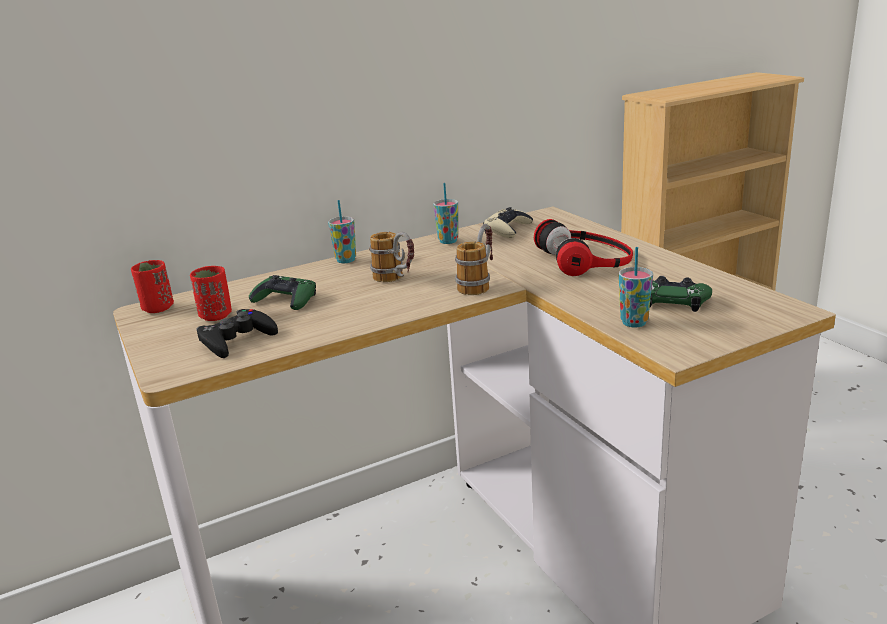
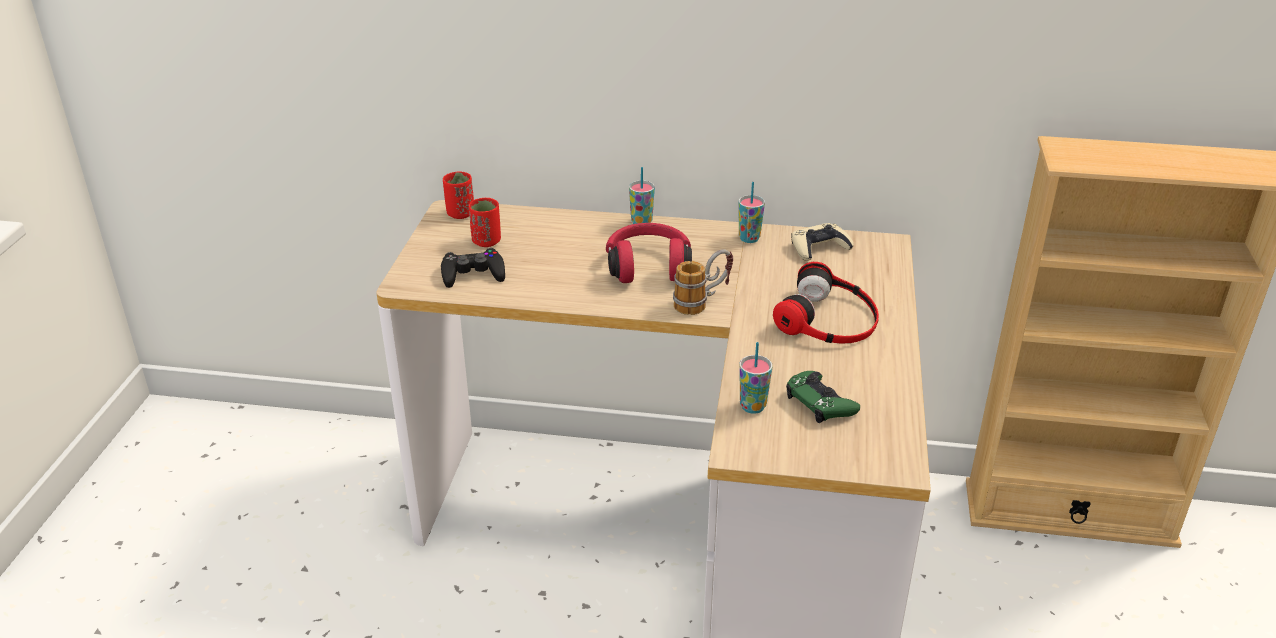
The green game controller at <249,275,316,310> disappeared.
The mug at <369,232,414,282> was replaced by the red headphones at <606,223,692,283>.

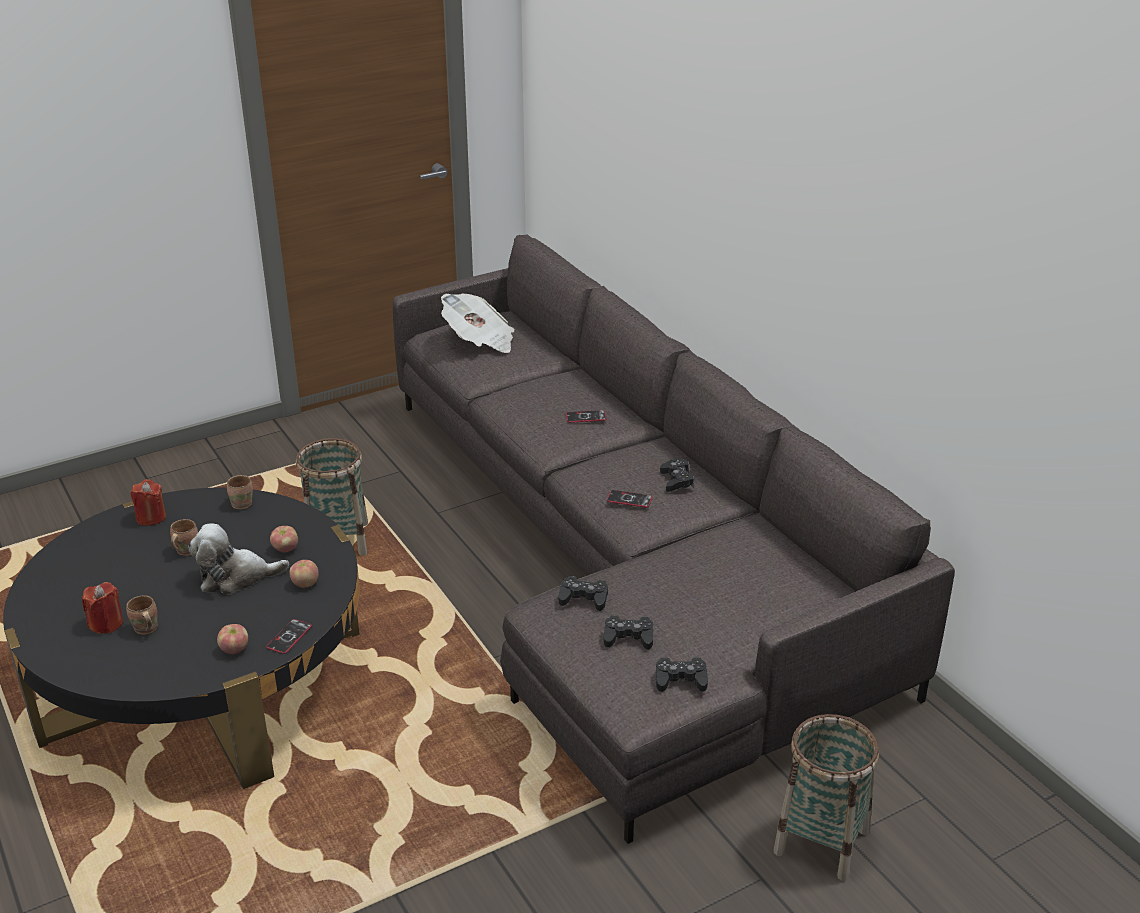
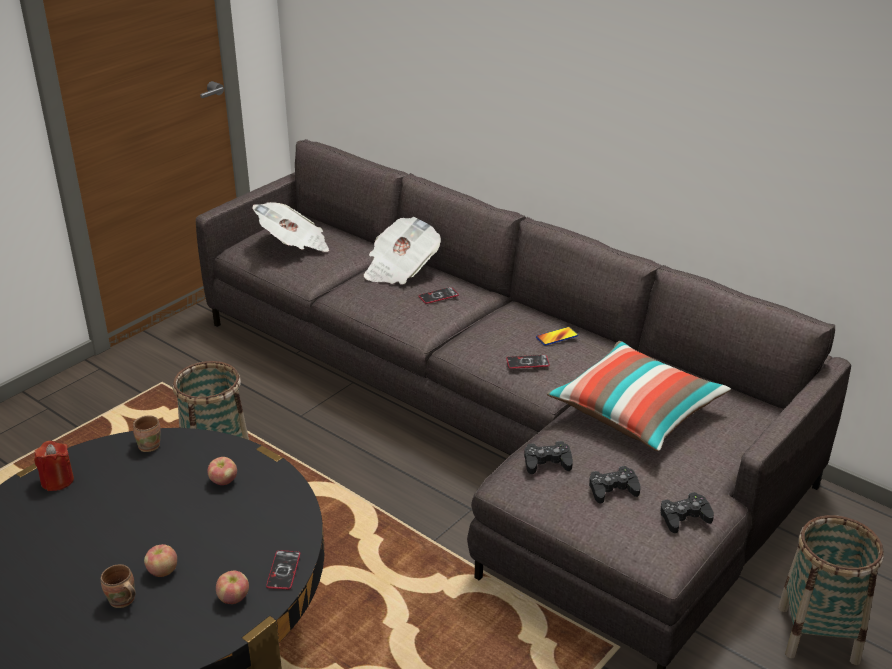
The red candle at <82,582,123,634> disappeared.
The brown mug at <170,519,198,556> disappeared.
The plush toy at <188,523,289,595> disappeared.
The apple moved from <289,560,319,588> to <144,544,177,577>.
The black game controller at <660,458,694,492> was replaced by the phone at <536,327,578,346>.
The newspaper at <364,217,441,284> appeared.
The pillow at <547,341,731,451> appeared.

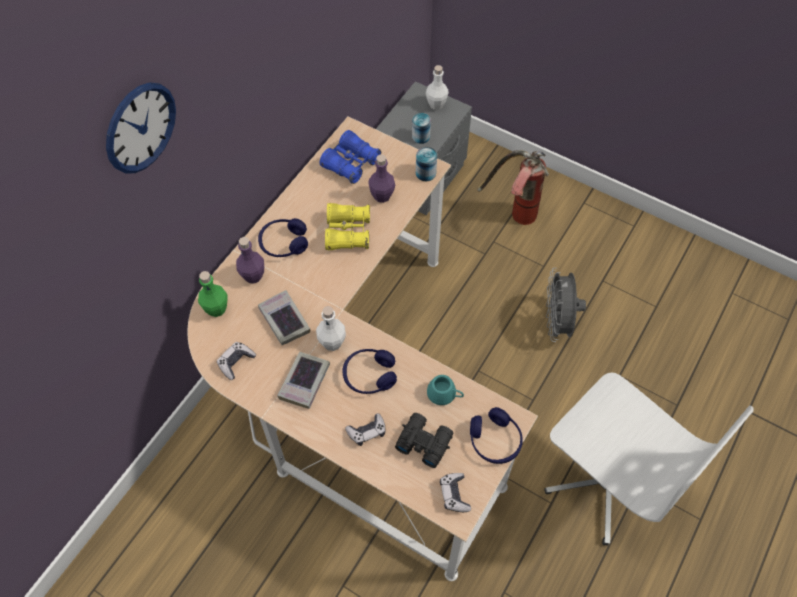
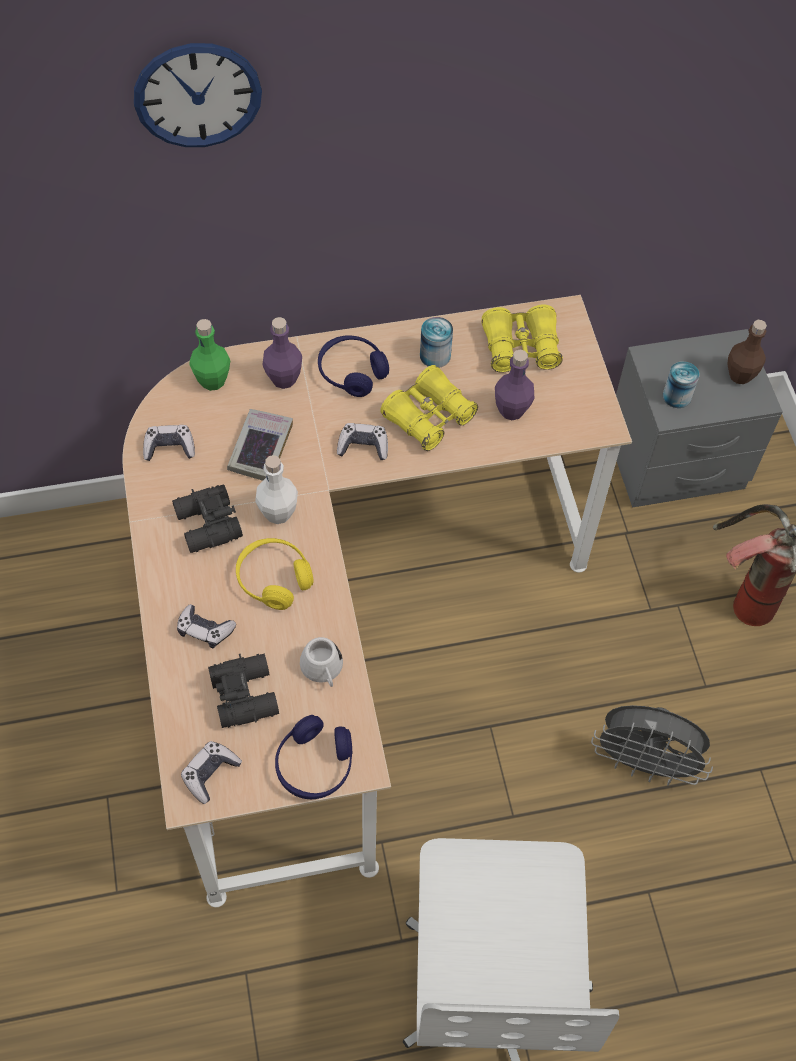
The book at <277,352,330,409> was replaced by the black binoculars at <172,484,243,553>.
The blue binoculars at <320,130,381,184> became the yellow binoculars at <481,305,563,373>.
The blue headphones at <343,349,397,394> became the yellow headphones at <236,538,314,610>.
The can moved from <416,147,437,181> to <420,317,453,368>.
The white bottle at <426,65,449,110> became the brown bottle at <728,320,767,384>.
The turquoise mug at <427,375,464,405> became the white mug at <300,637,343,687>.
The grey fan at <546,268,586,342> turned 120 degrees counterclockwise.
The game controller at <337,423,388,460> appeared.

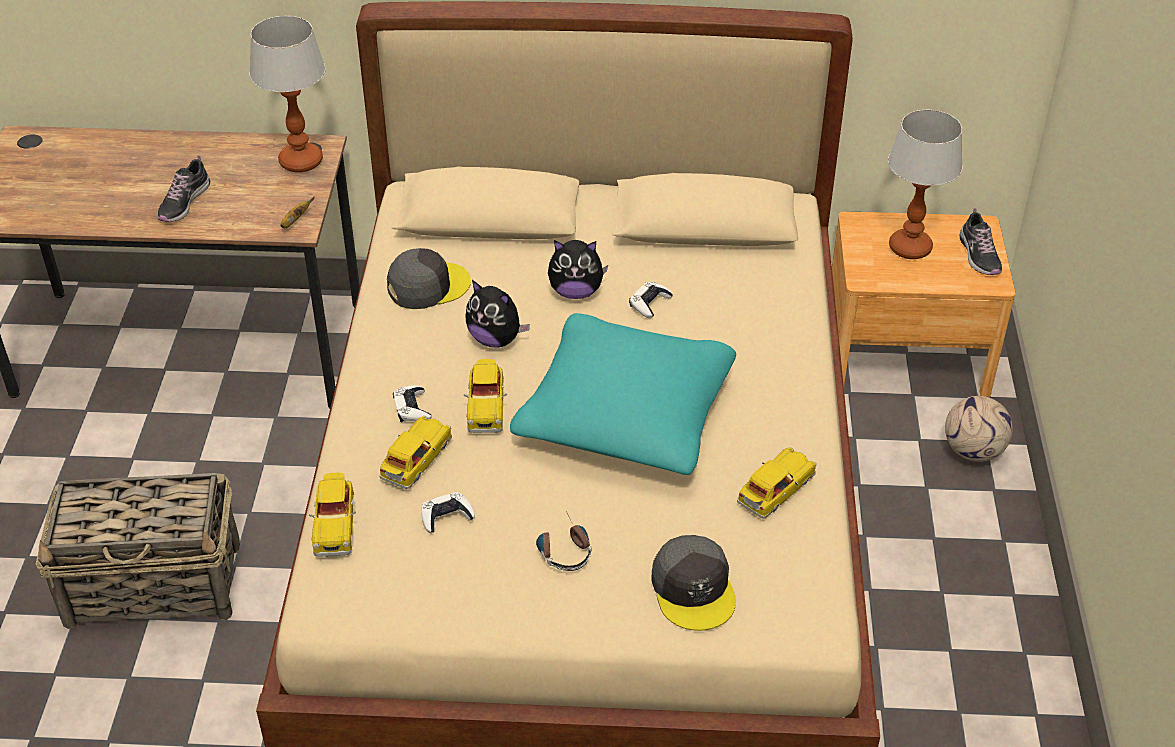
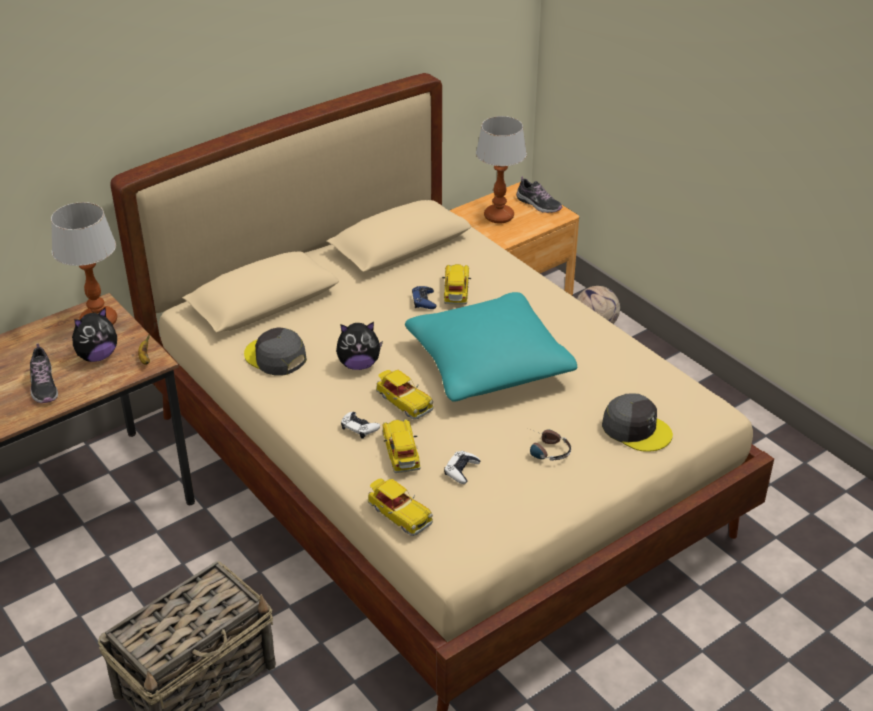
The grey cap at <387,248,471,309> turned 75 degrees counterclockwise.
The plush toy moved from <548,240,608,299> to <72,308,117,362>.
The white game controller at <629,282,673,318> became the blue game controller at <412,286,437,309>.
The toy car moved from <737,447,816,519> to <442,264,471,305>.

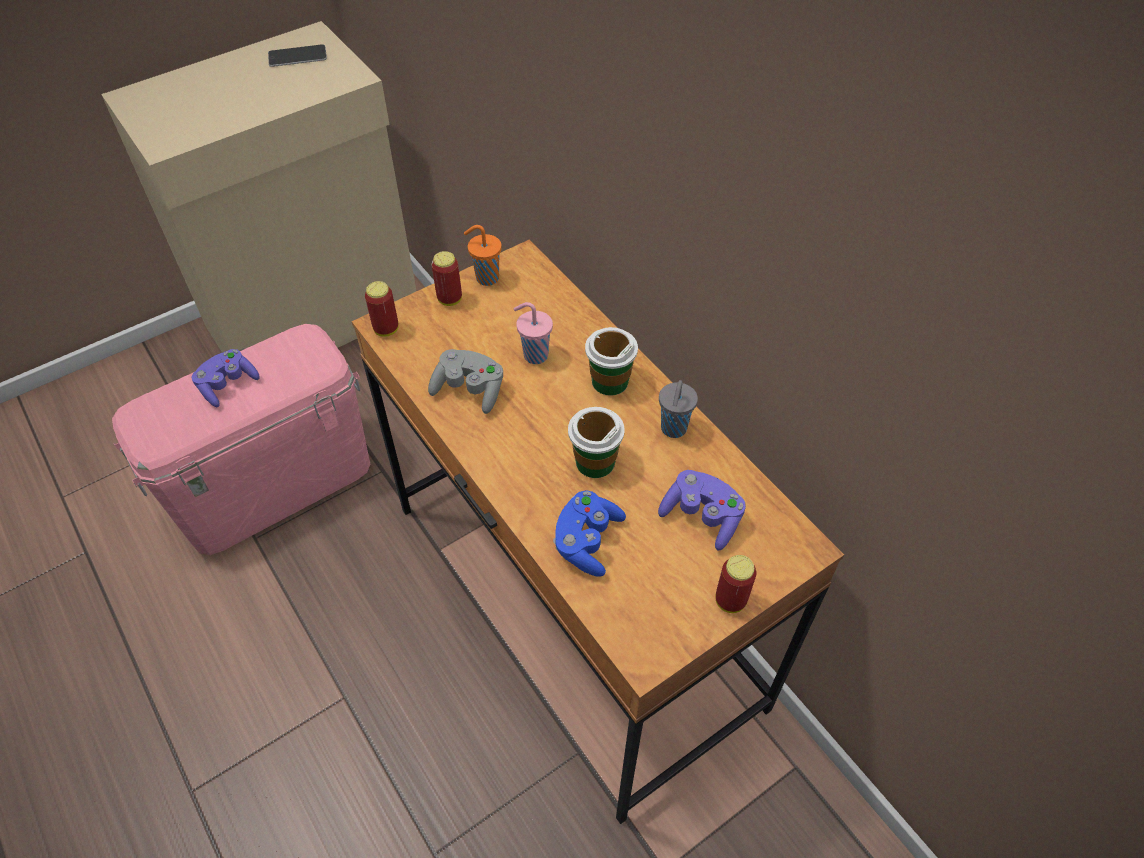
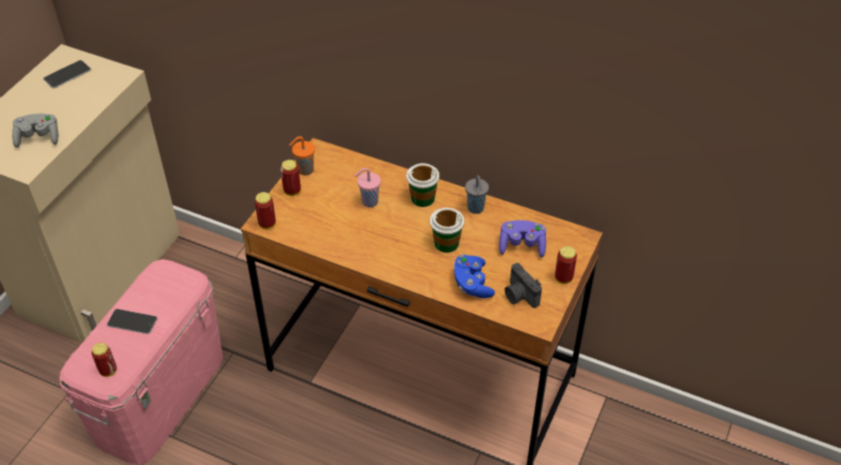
The purple game controller at <192,349,260,407> was replaced by the phone at <107,309,157,334>.
The grey game controller moved from <428,349,503,414> to <12,114,58,148>.
The can at <92,343,117,377> appeared.
The photo camera at <505,263,542,308> appeared.

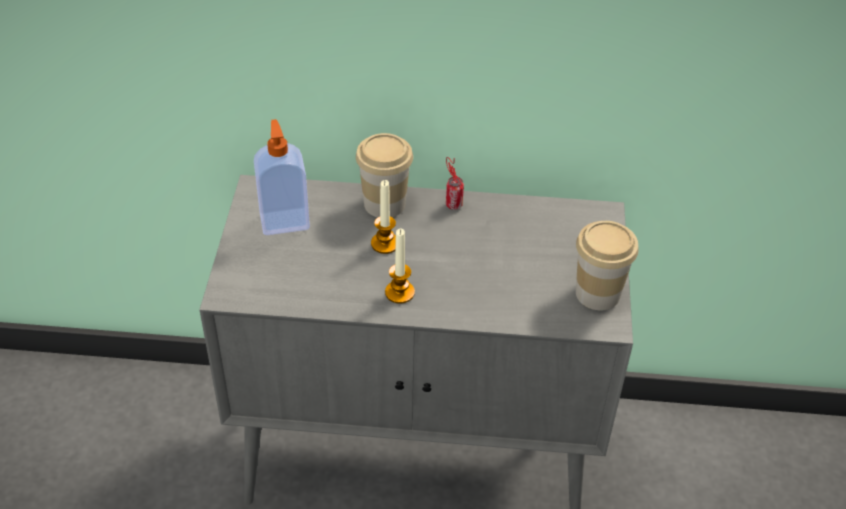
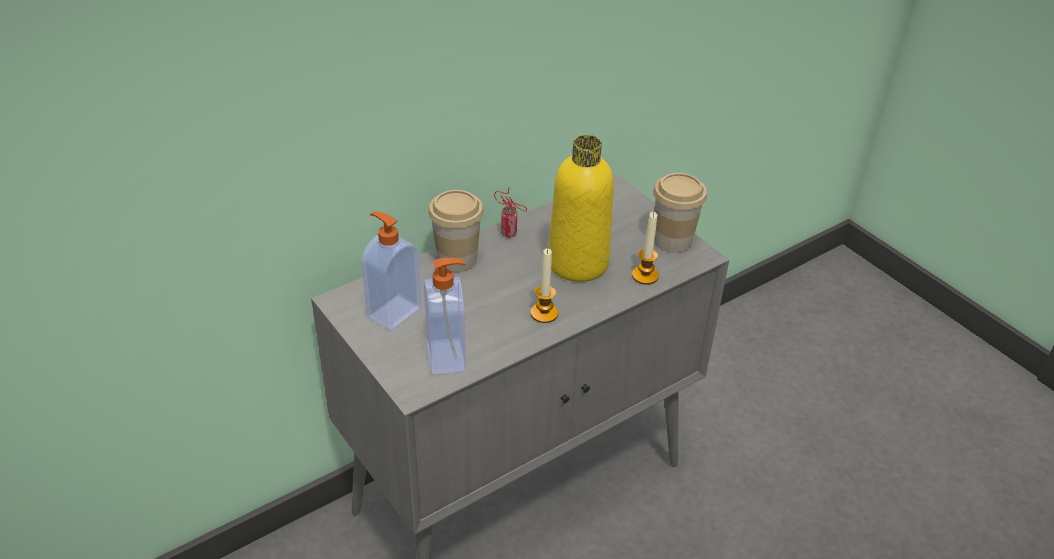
The candle moved from <371,180,396,254> to <632,212,659,285>.
The soap dispenser at <424,258,466,375> appeared.
The yellow bottle at <548,135,614,282> appeared.

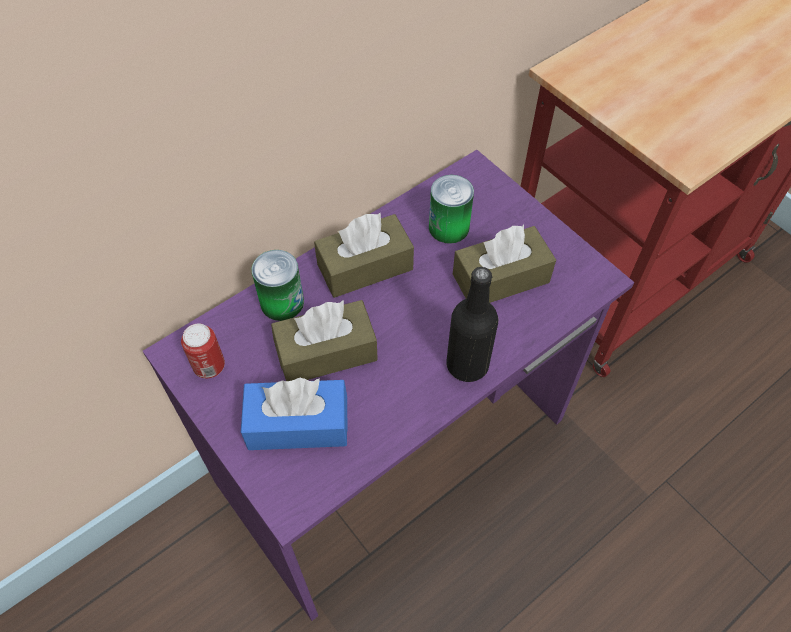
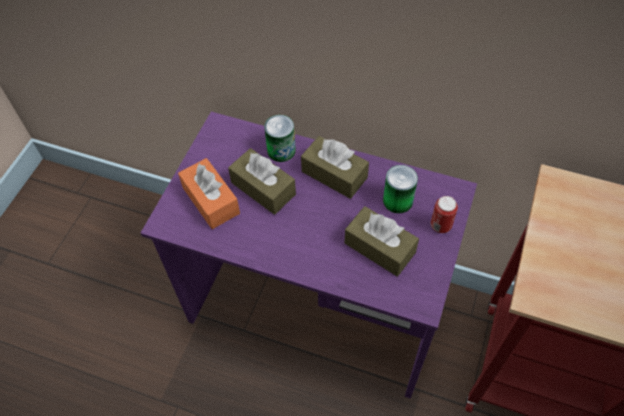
The can moved from <181,324,225,378> to <431,196,458,233>.
The blue tissue box at <241,378,348,450> became the orange tissue box at <178,158,240,229>.
The black bottle at <446,267,498,382> disappeared.

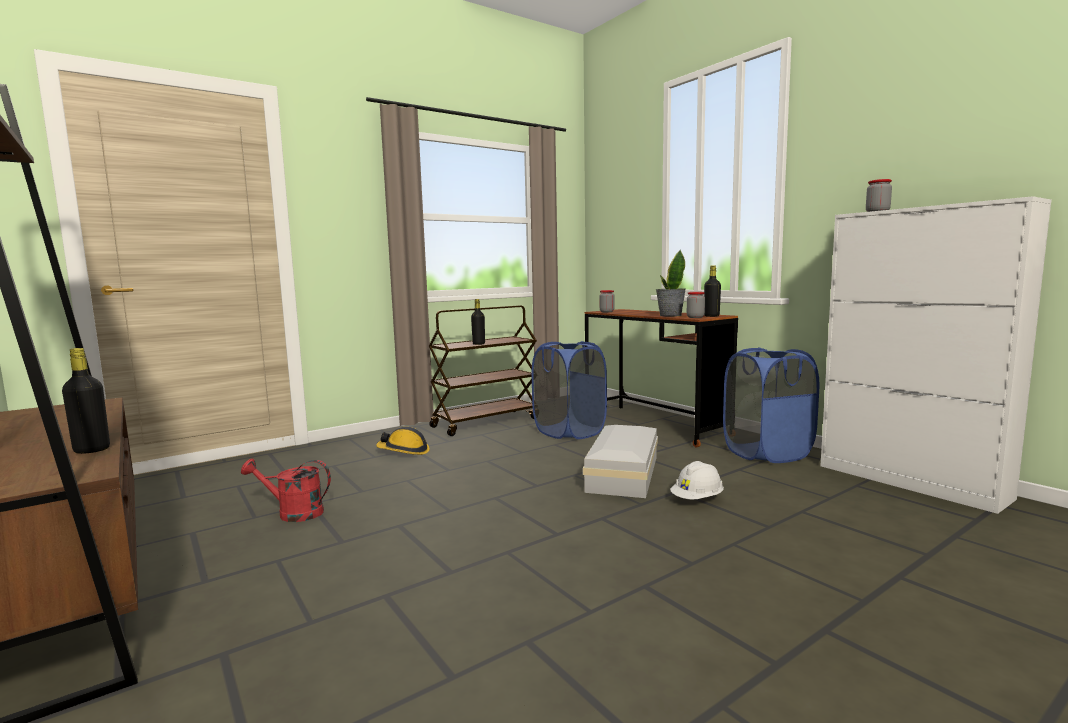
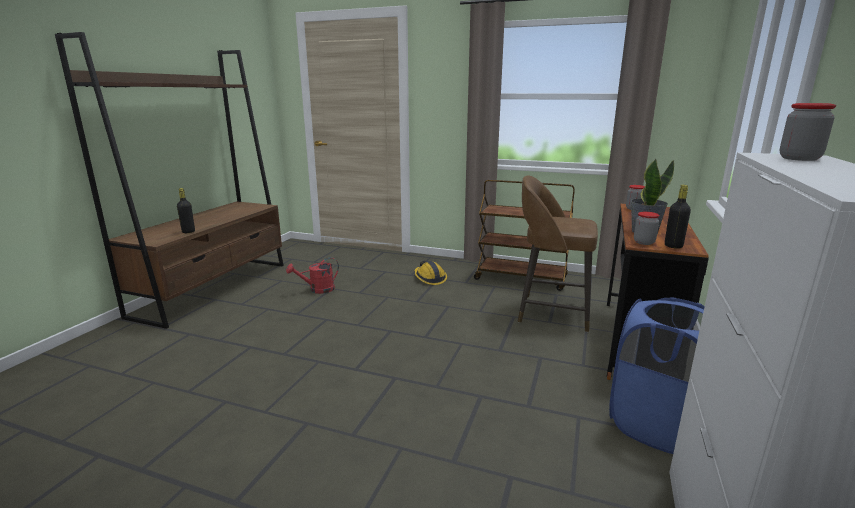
The red watering can at <241,458,331,522> turned 90 degrees counterclockwise.
The black bottle at <471,299,485,345> disappeared.
The blue laundry basket at <532,341,607,439> was replaced by the brown stool at <518,176,598,332>.
The white storage box at <583,425,658,498> disappeared.
The white hard hat at <670,461,724,499> disappeared.

